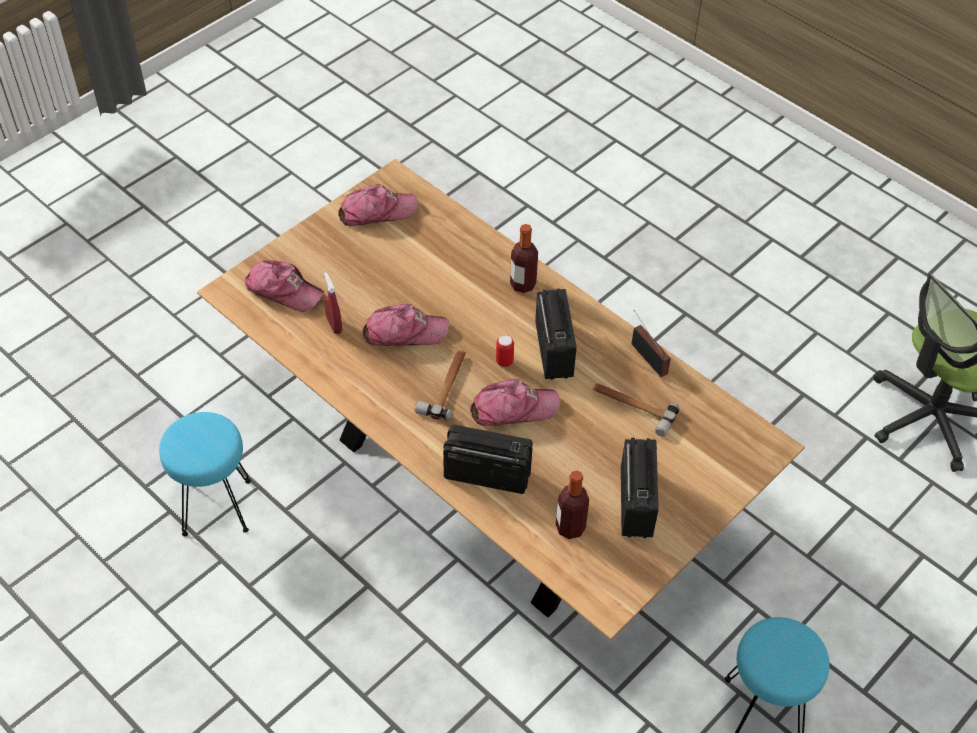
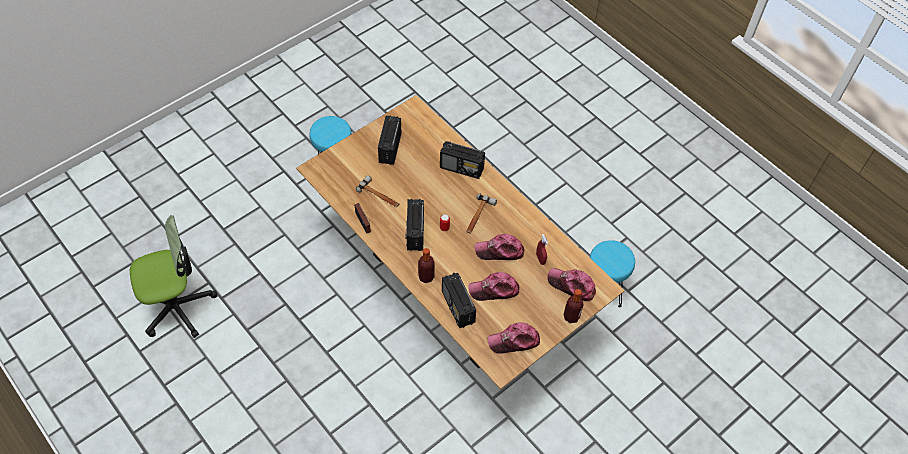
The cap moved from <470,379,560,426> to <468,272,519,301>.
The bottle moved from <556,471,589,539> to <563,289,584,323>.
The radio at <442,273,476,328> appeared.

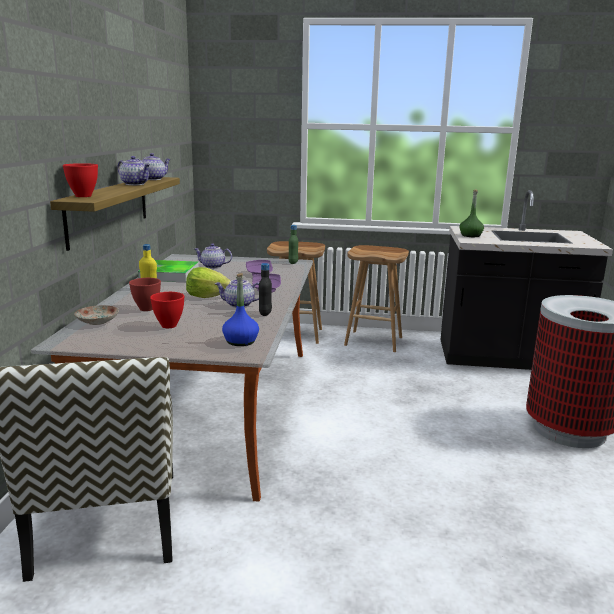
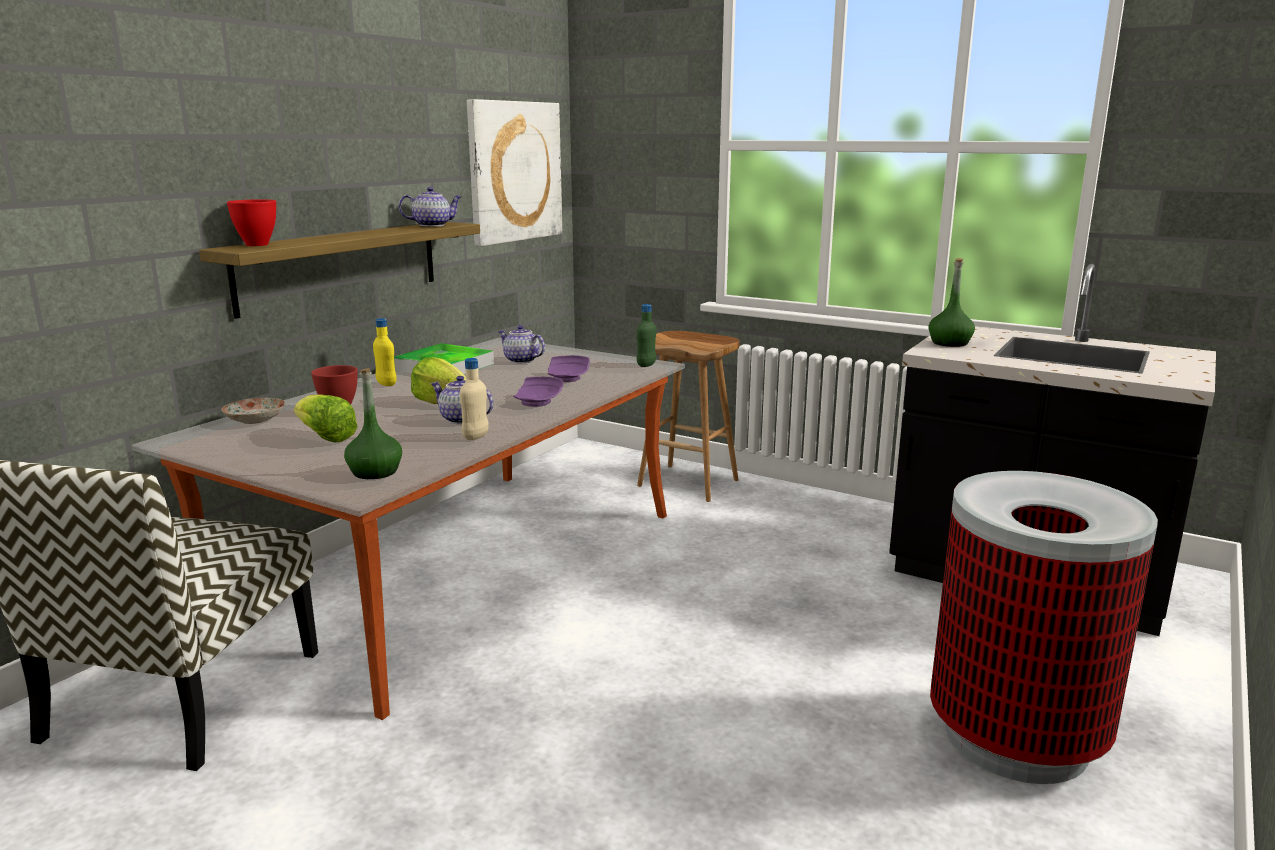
The teapot at <118,156,150,185> disappeared.
The red bowl at <150,292,185,328> was replaced by the lettuce at <294,394,358,443>.
The blue bottle at <222,273,259,346> became the green bottle at <344,368,402,479>.
The black bottle at <259,263,272,316> became the beige bottle at <460,358,489,440>.
The brown stool at <344,245,409,352> disappeared.
The picture at <467,99,562,246> appeared.

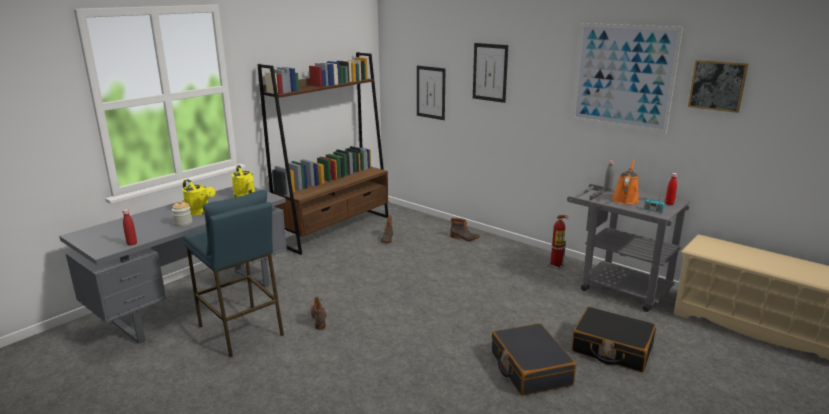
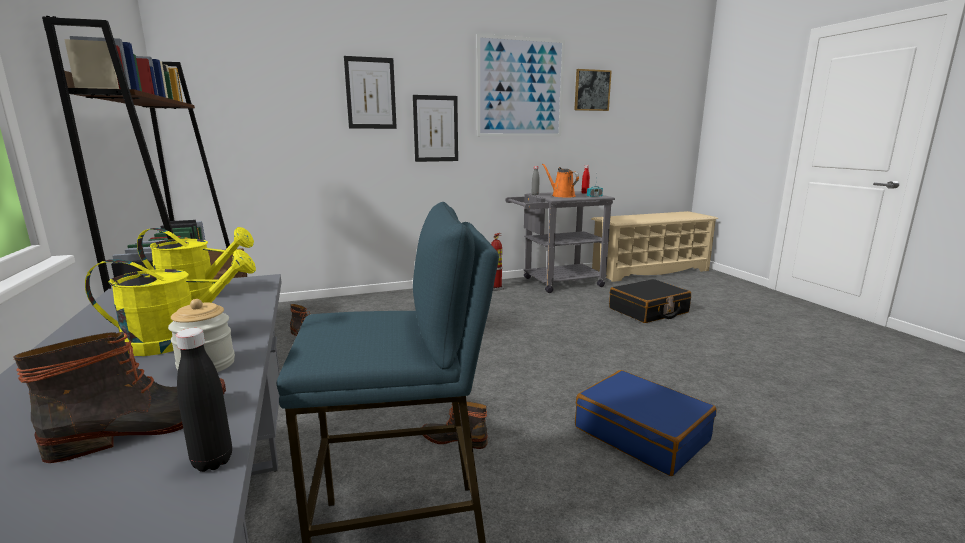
The red bottle at <123,209,137,246> became the black bottle at <176,328,232,472>.
The picture moved from <417,66,445,120> to <413,95,458,162>.
The boot moved from <450,218,480,241> to <13,332,226,463>.
The black suitcase at <492,323,576,396> disappeared.
The blue suitcase at <575,370,716,476> appeared.

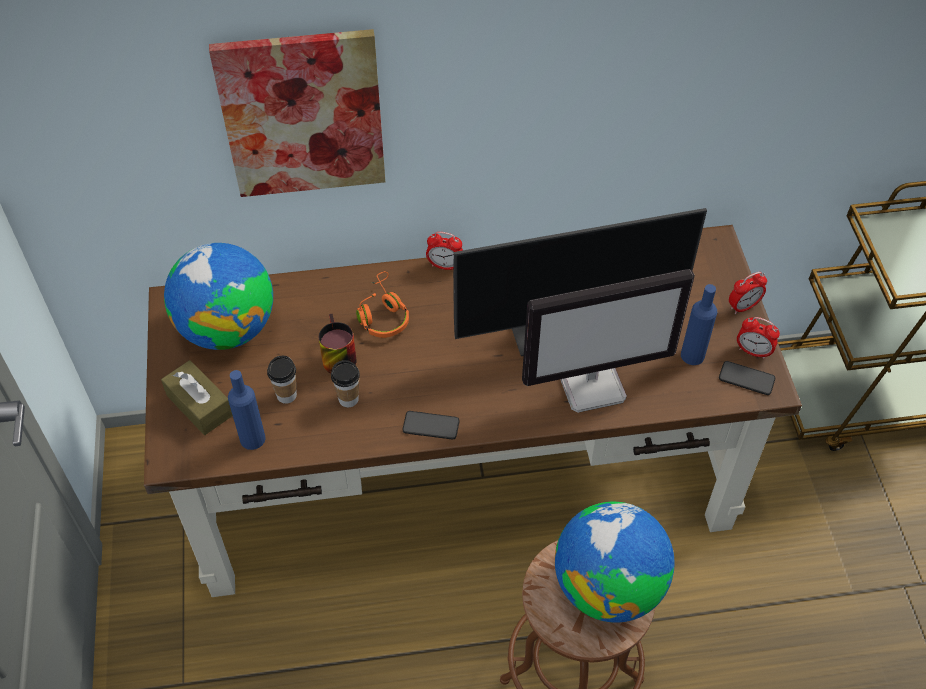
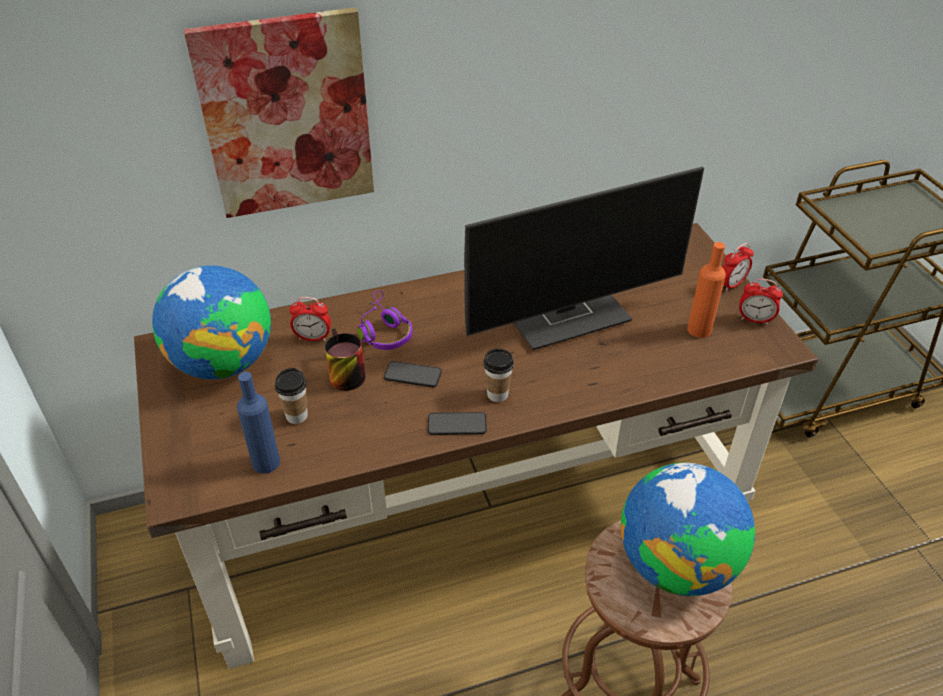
The brown tissue box at <161,360,233,435> disappeared.
The cup moved from <331,360,360,407> to <483,349,514,402>.
The orange headphones at <356,271,409,338> became the purple headphones at <357,290,413,350>.
The alarm clock moved from <426,232,463,270> to <289,297,331,341>.
The monitor at <522,269,695,413> disappeared.
The blue bottle at <681,284,717,365> became the orange bottle at <687,242,726,338>.
The phone moved from <719,361,775,395> to <384,361,442,387>.

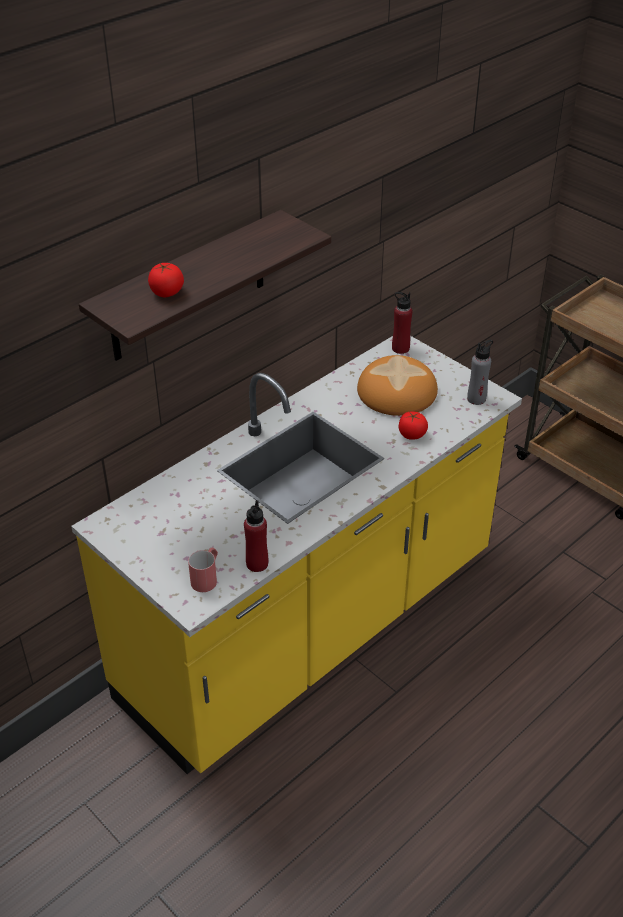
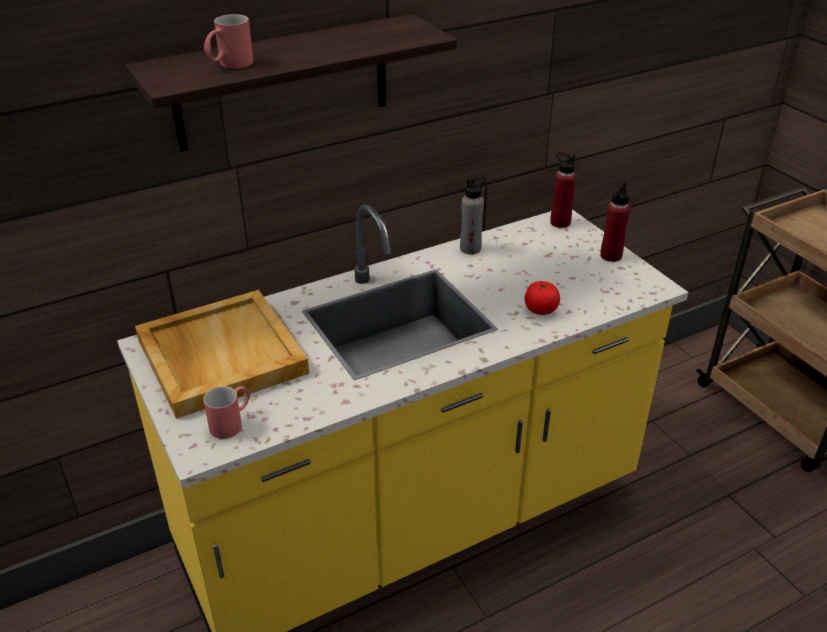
The tomato at <148,263,184,297> was replaced by the red mug at <204,14,253,68>.
The red bottle moved from <244,500,268,572> to <600,182,630,262>.
The bread at <357,355,438,416> disappeared.
The grey bottle moved from <467,340,493,405> to <460,177,486,254>.
The beige tray at <135,290,309,419> appeared.

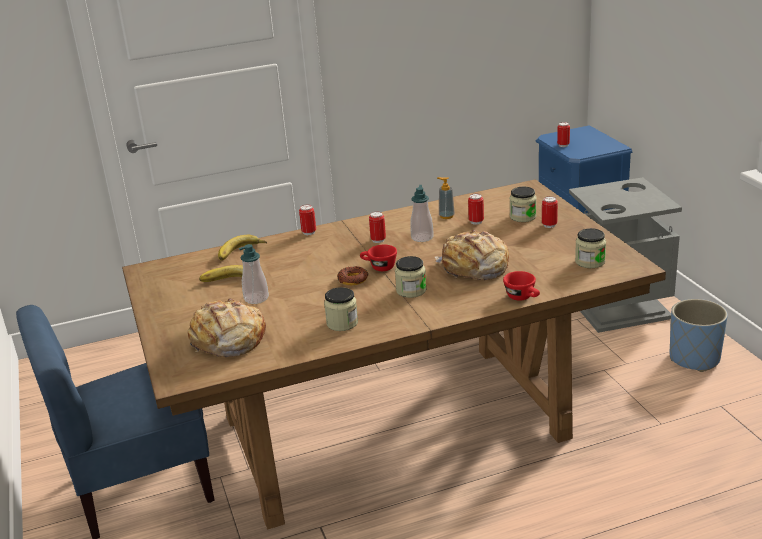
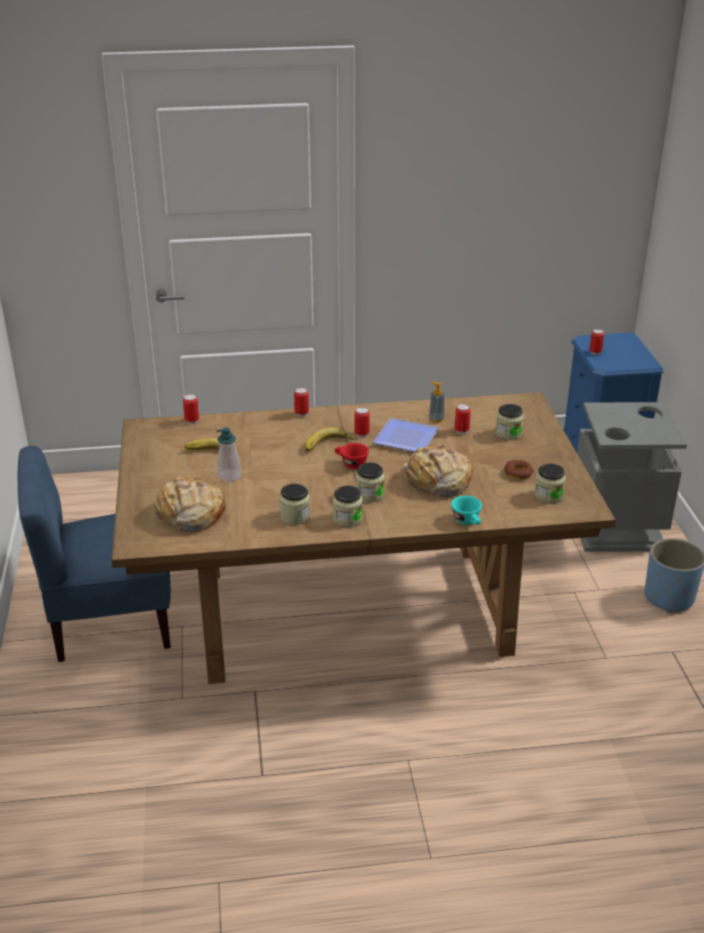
The banana moved from <218,235,267,261> to <305,427,354,451>.
The donut moved from <337,266,368,285> to <504,460,534,479>.
The soap dispenser at <410,185,434,242> was replaced by the plate at <372,418,439,452>.
The red cup at <503,271,540,301> became the turquoise cup at <451,496,482,525>.
The can moved from <542,196,558,228> to <183,394,199,424>.
The jar at <333,486,363,527> appeared.

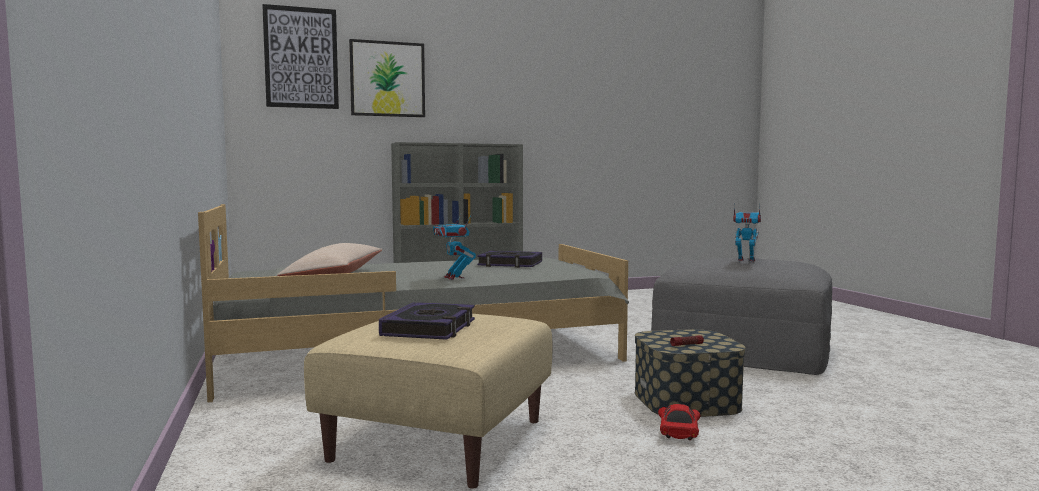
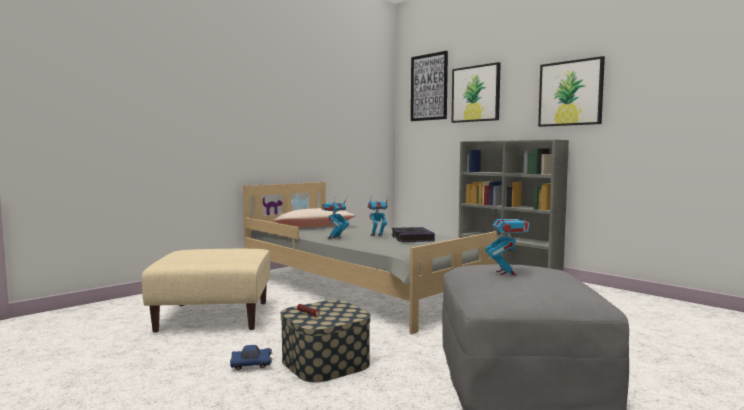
The book at <379,302,475,340> disappeared.
The red toy car at <658,404,701,440> became the blue toy car at <230,345,272,370>.
The toy robot at <368,195,388,237> appeared.
The picture at <538,56,605,127> appeared.

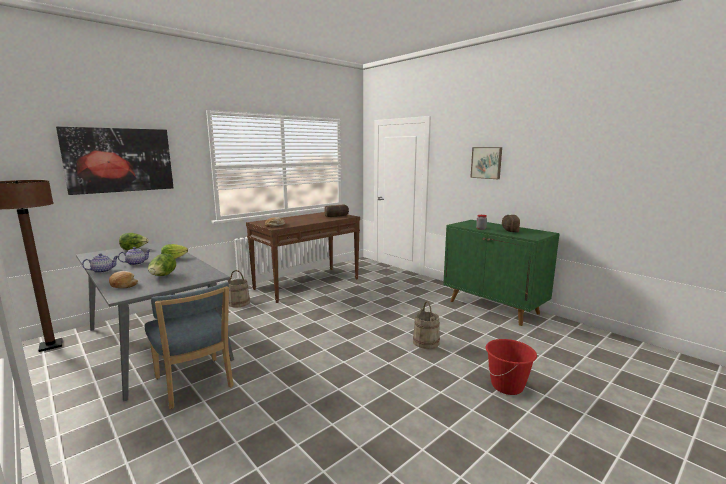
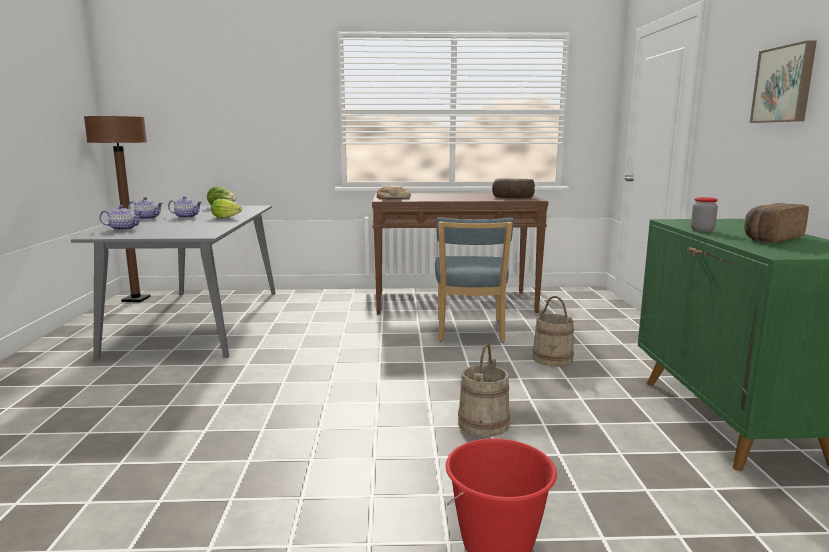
The picture at <56,126,174,195> disappeared.
The bread at <109,271,138,288> was replaced by the teapot at <99,205,143,231>.
The blue chair moved from <145,282,234,409> to <435,217,514,343>.
The lettuce at <148,253,176,276> disappeared.
The beige bucket moved from <227,270,250,308> to <533,296,574,367>.

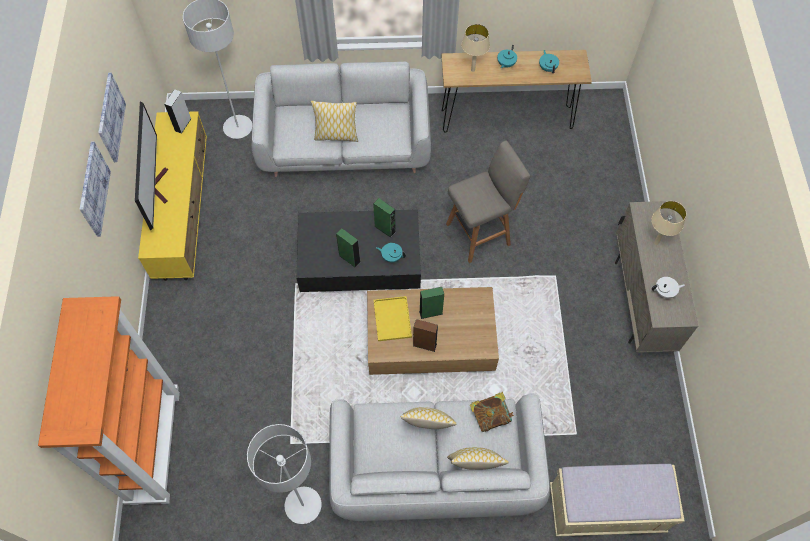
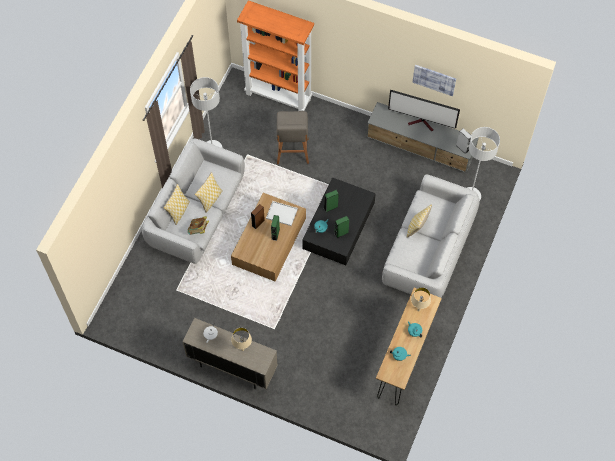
The picture at <79,141,111,237> disappeared.
The yellow tv stand at <138,111,207,281> became the grey tv stand at <366,102,479,173>.
The yellow tray at <374,296,412,341> became the white tray at <266,201,298,226>.
The grey stool moved from <446,140,530,263> to <277,111,309,164>.
The beige bench at <550,464,684,536> disappeared.

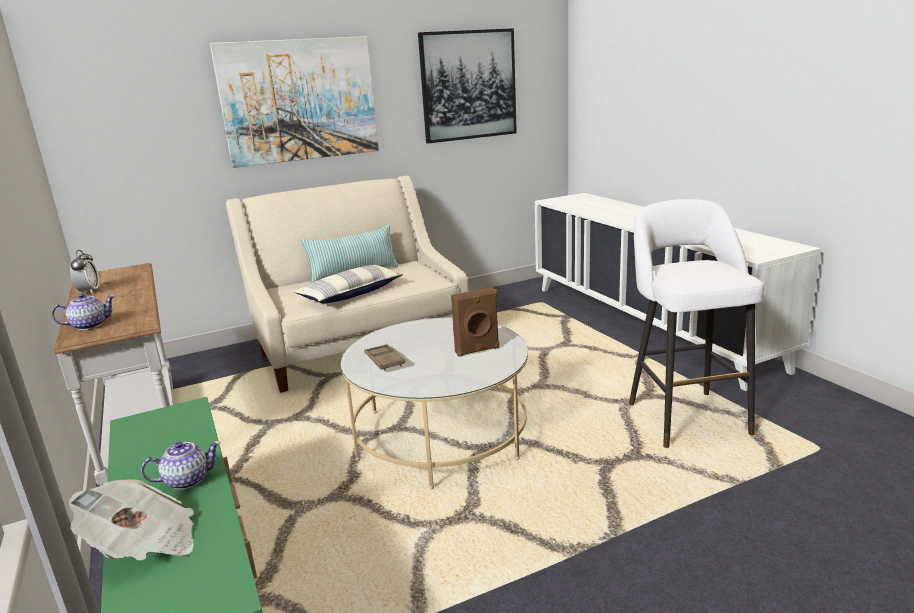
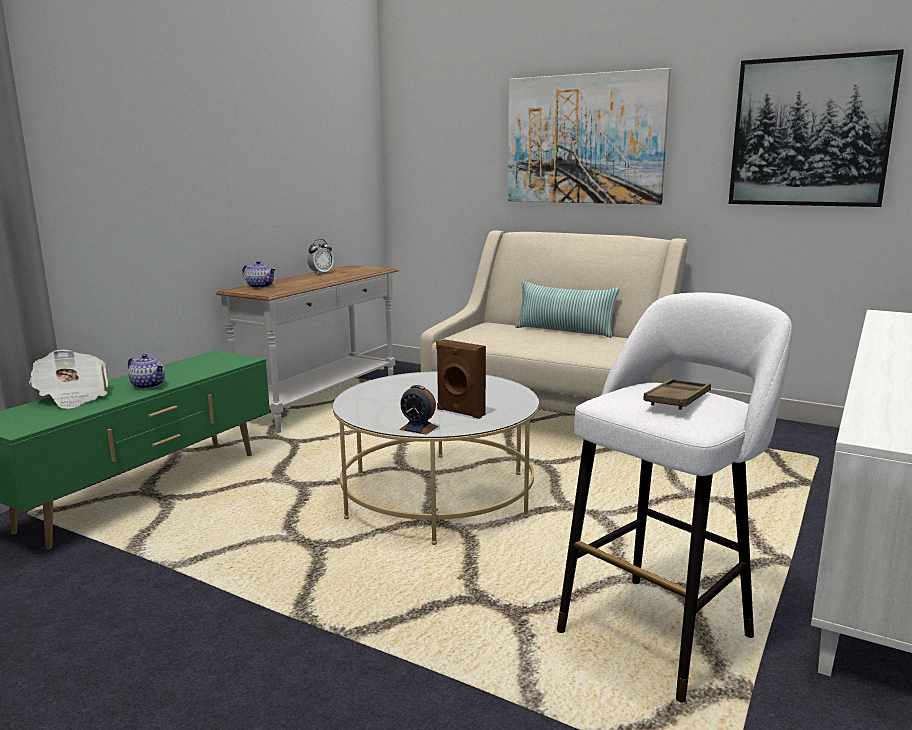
The pillow at <294,265,403,304> disappeared.
The brown tray moved from <364,344,405,370> to <644,379,711,410>.
The alarm clock at <399,385,438,435> appeared.

